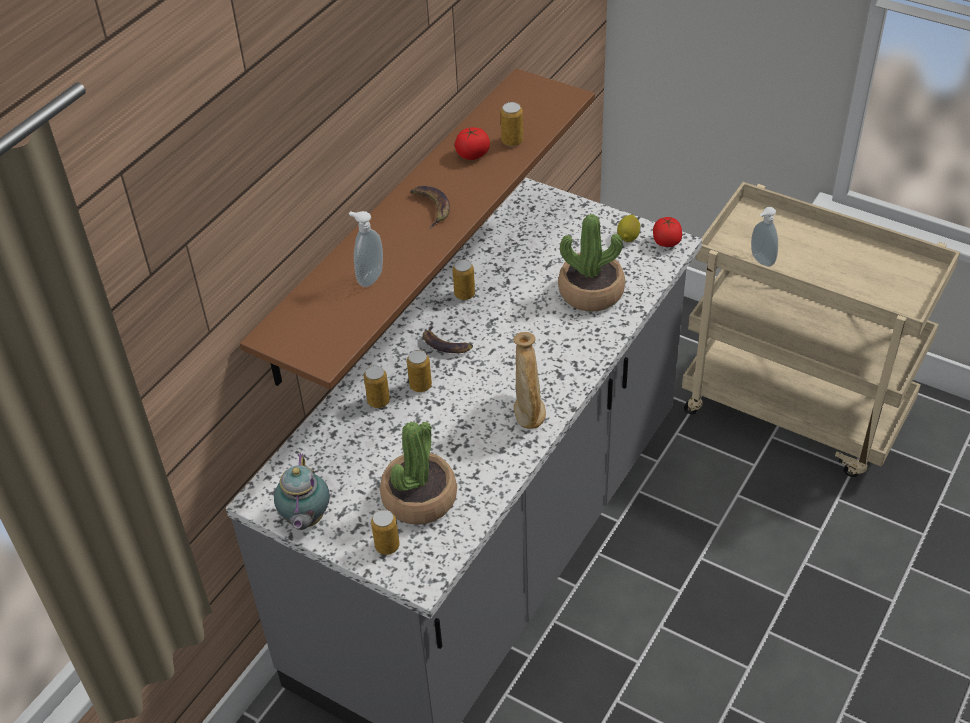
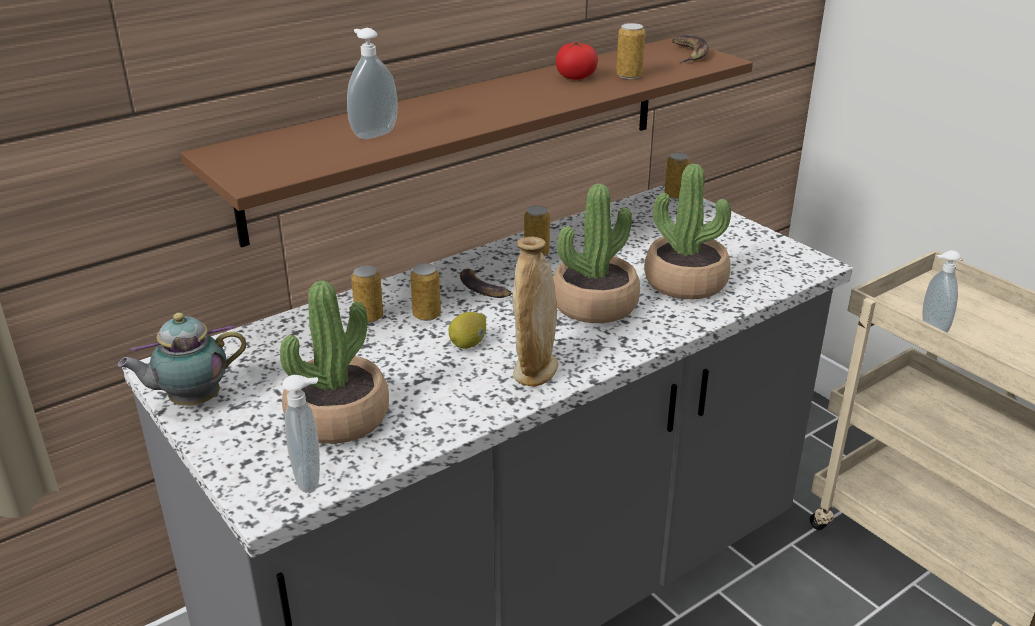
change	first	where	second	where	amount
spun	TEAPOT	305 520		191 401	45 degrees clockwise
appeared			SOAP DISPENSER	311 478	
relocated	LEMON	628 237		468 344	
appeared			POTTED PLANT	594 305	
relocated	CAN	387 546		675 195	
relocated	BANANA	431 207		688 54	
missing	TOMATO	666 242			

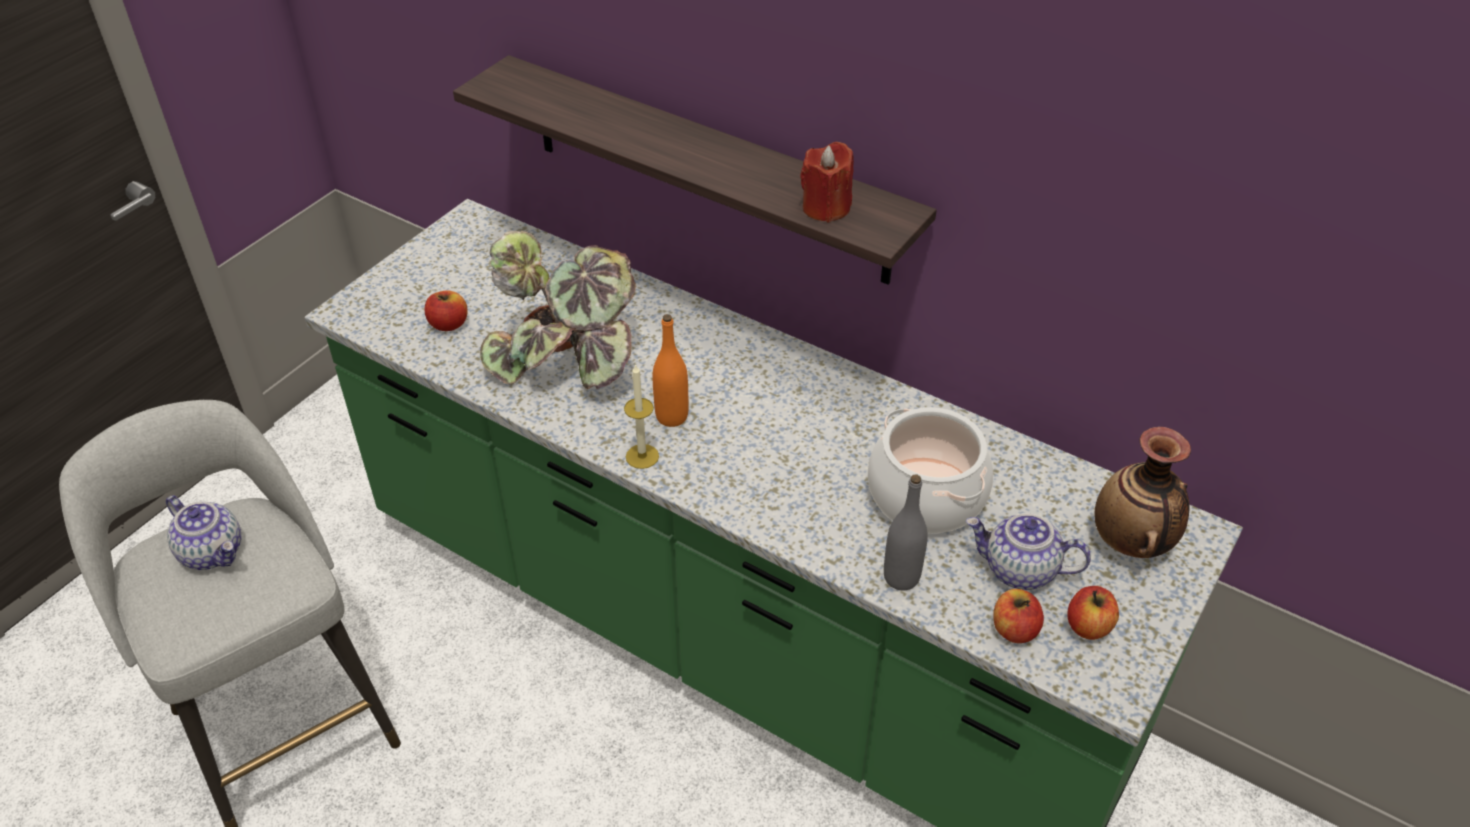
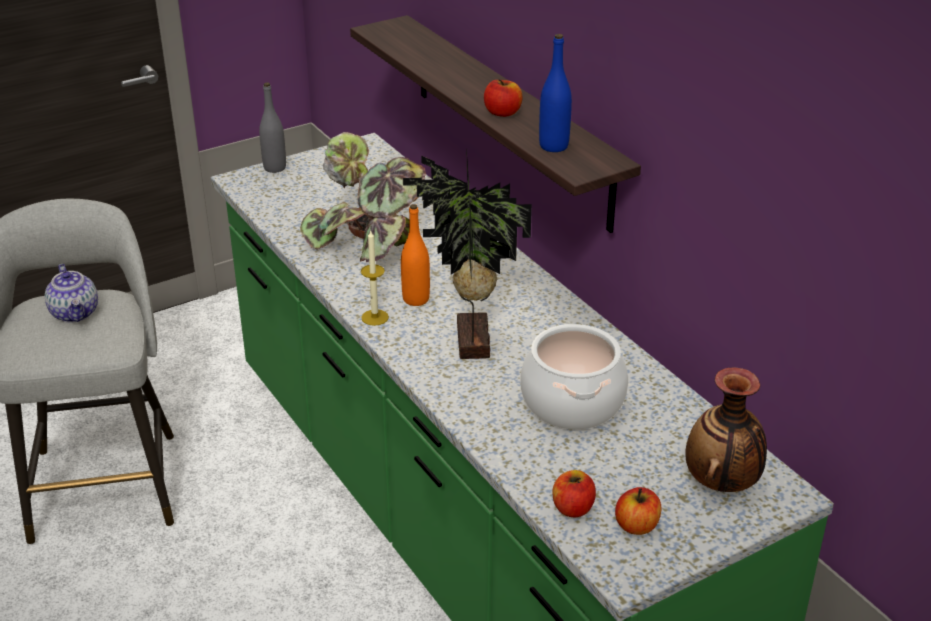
change	first	where	second	where	amount
relocated	GREY BOTTLE	901 577		275 168	
appeared			POTTED PLANT	469 342	
relocated	APPLE	448 324		502 113	
exchanged	RED CANDLE	826 208	BLUE BOTTLE	553 146	
missing	TEAPOT	1019 570			

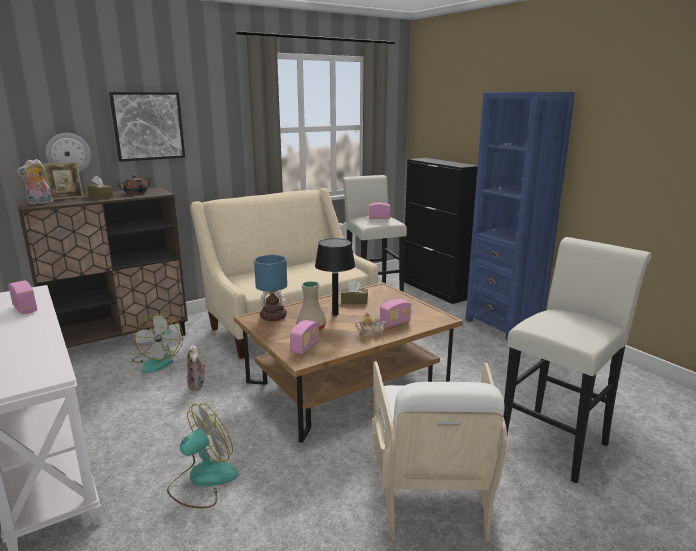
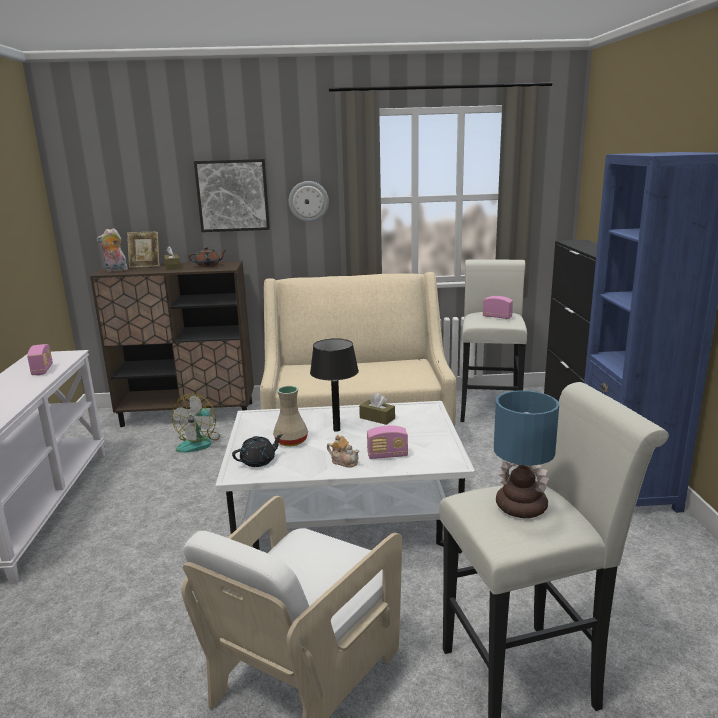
change	first	where	second	where	amount
colour	BROWN COFFEE TABLE	347 383	WHITE COFFEE TABLE	346 515	
exchanged	RADIO	305 347	BLACK TEAPOT	259 461	
relocated	WALL CLOCK	68 153		308 201	
relocated	TABLE LAMP	272 317		519 507	
missing	FAN	202 480			
missing	PLUSH TOY	198 385			

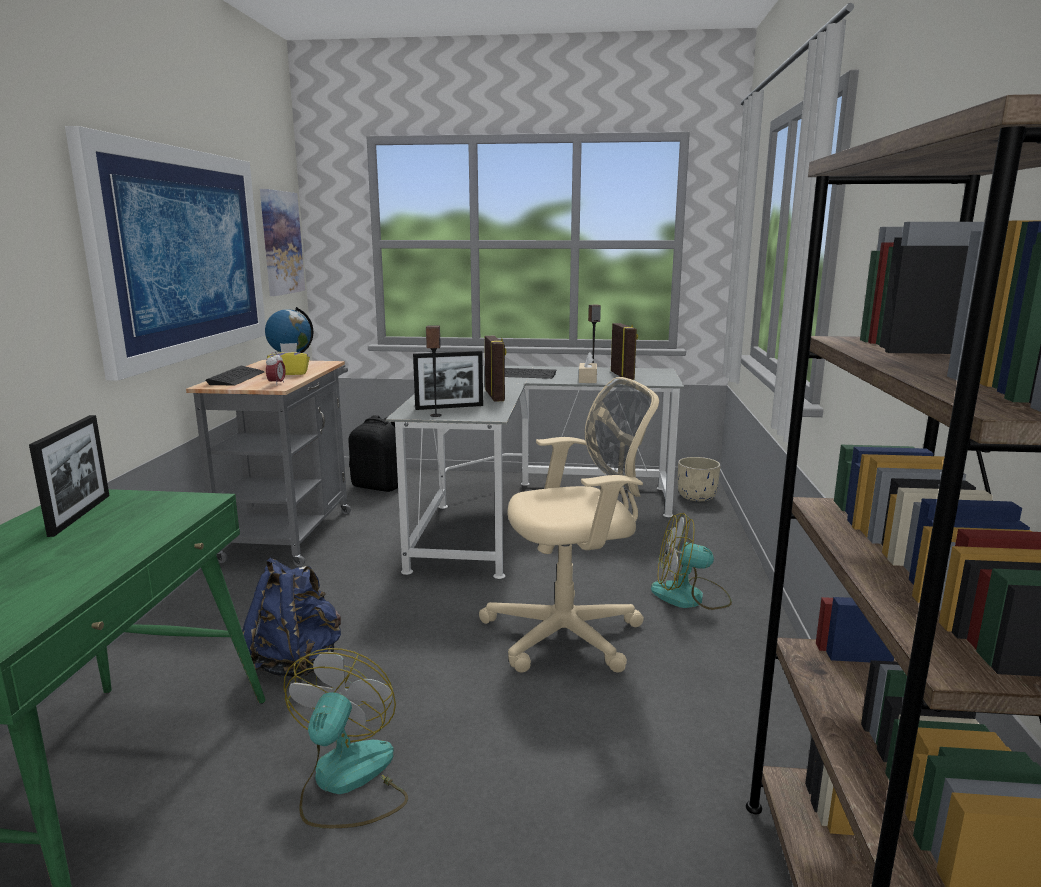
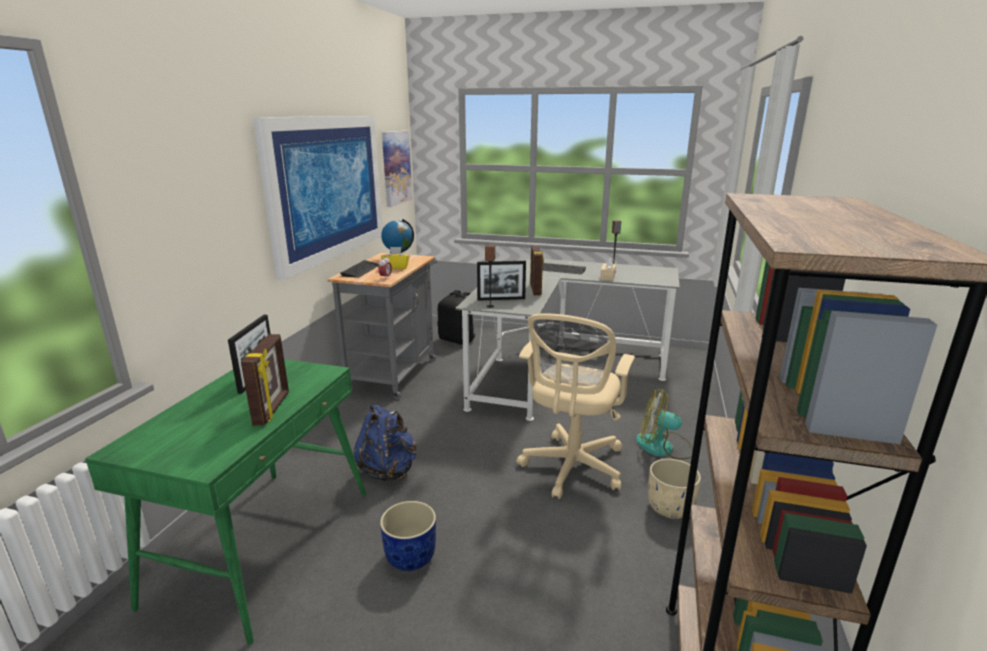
change	first	where	second	where	amount
relocated	PICTURE FRAME	623 376		273 409	
exchanged	FAN	347 781	BLUE PLANTER	410 556	
spun	BEIGE OFFICE CHAIR	571 634		571 468	120 degrees clockwise
relocated	BEIGE PLANTER	697 497		670 508	

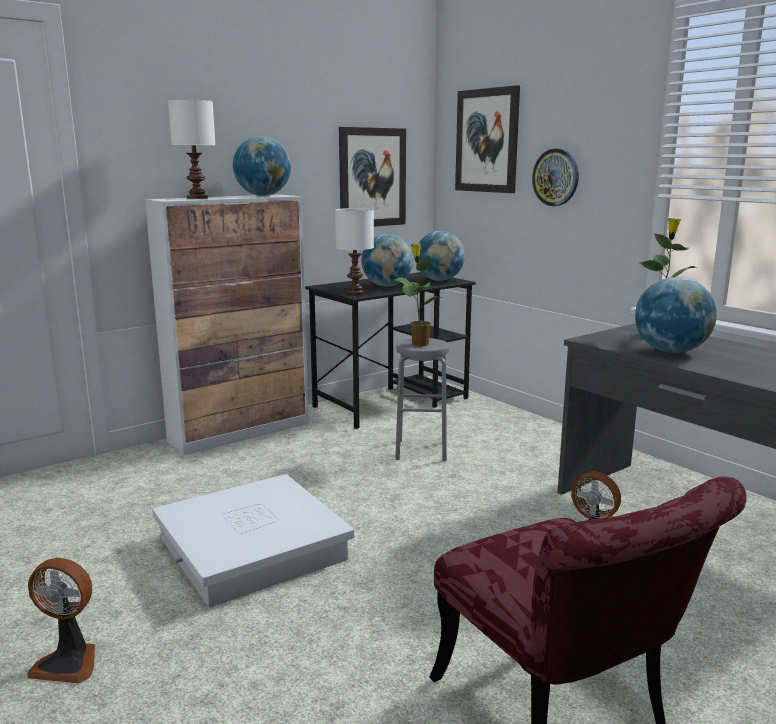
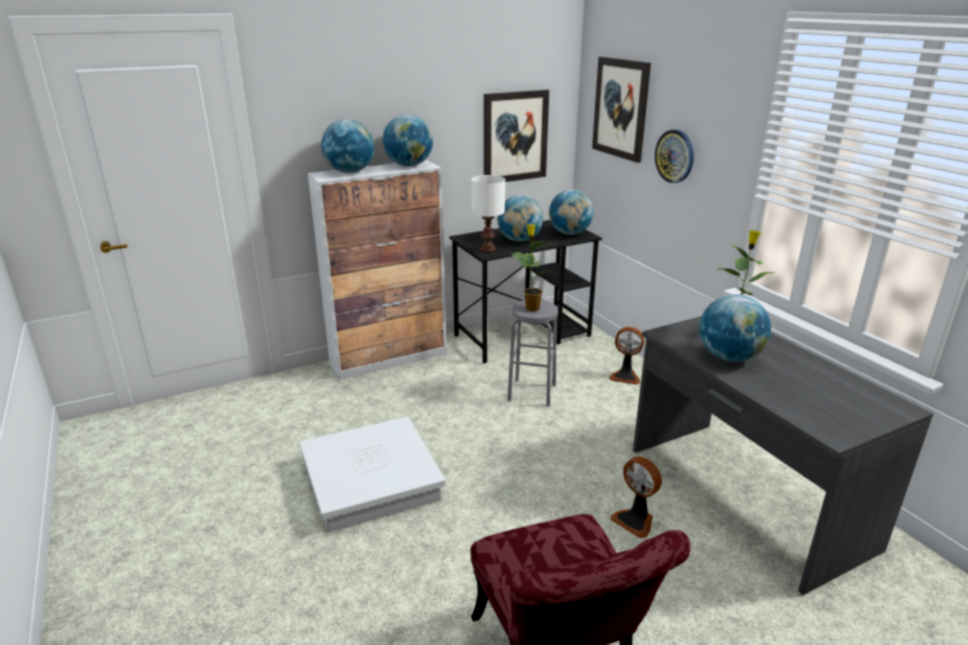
change	first	where	second	where	amount
exchanged	WHITE TABLE LAMP	196 198	GLOBE	350 172	
relocated	FAN	69 662		625 376	

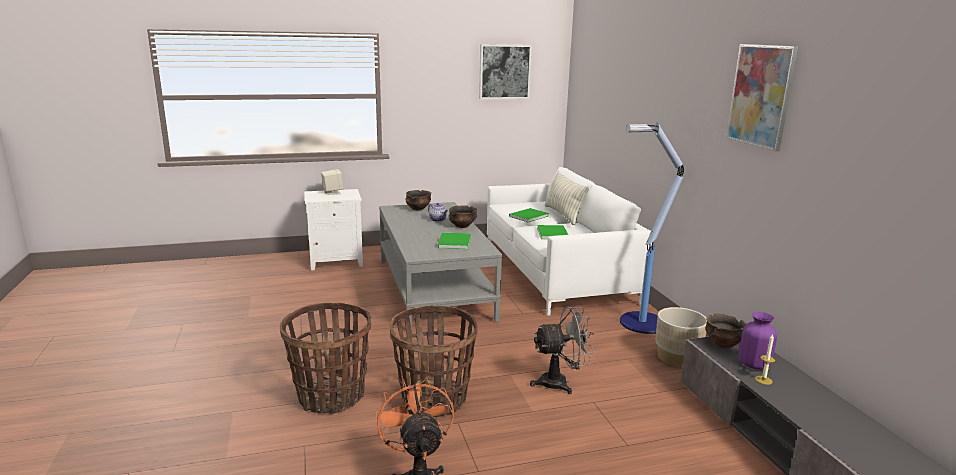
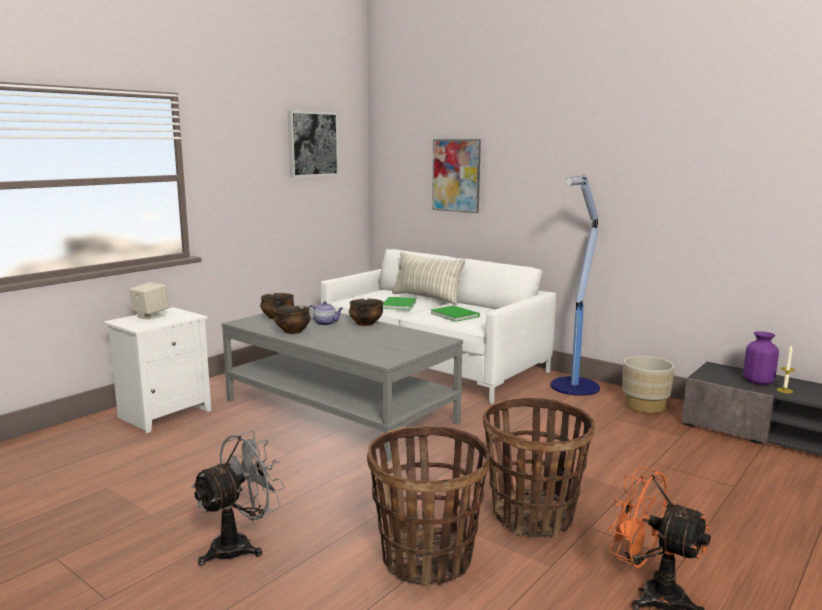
change	first	where	second	where	amount
relocated	GREY FAN	560 383		240 545	
relocated	BOWL	723 344		293 331	
relocated	PICTURE	761 96		456 175	
missing	GREEN BOOK	453 242			

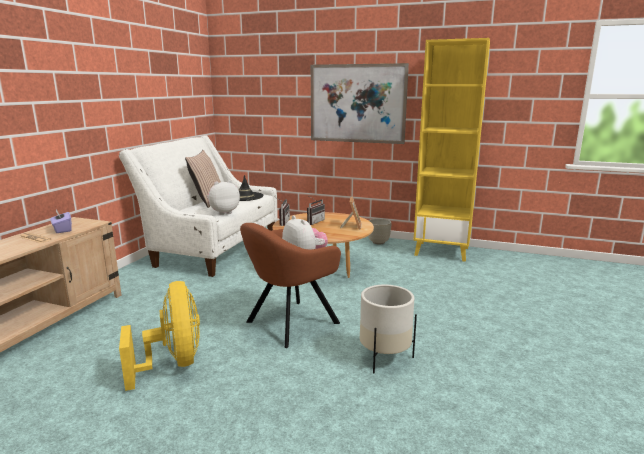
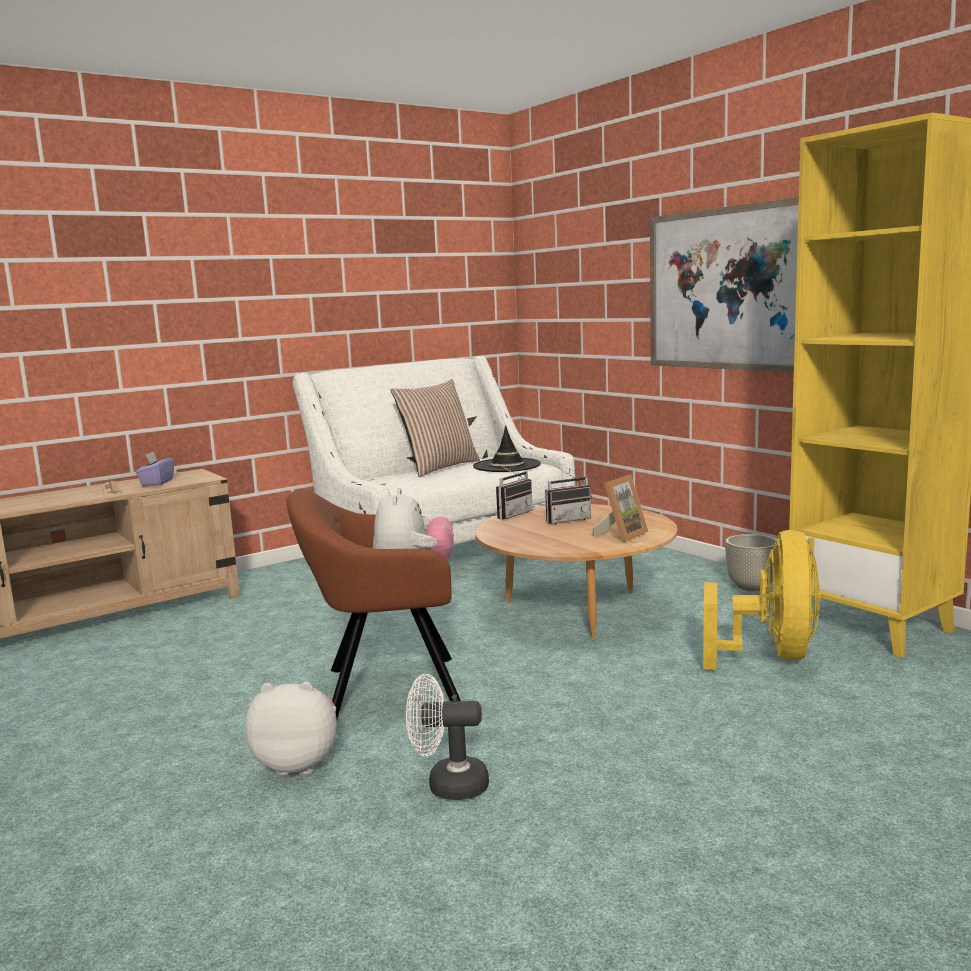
change	first	where	second	where	amount
relocated	PLUSH TOY	223 212		298 764	
exchanged	WHITE PLANTER	384 358	WHITE FAN	448 785	
relocated	YELLOW FAN	173 363		771 656	

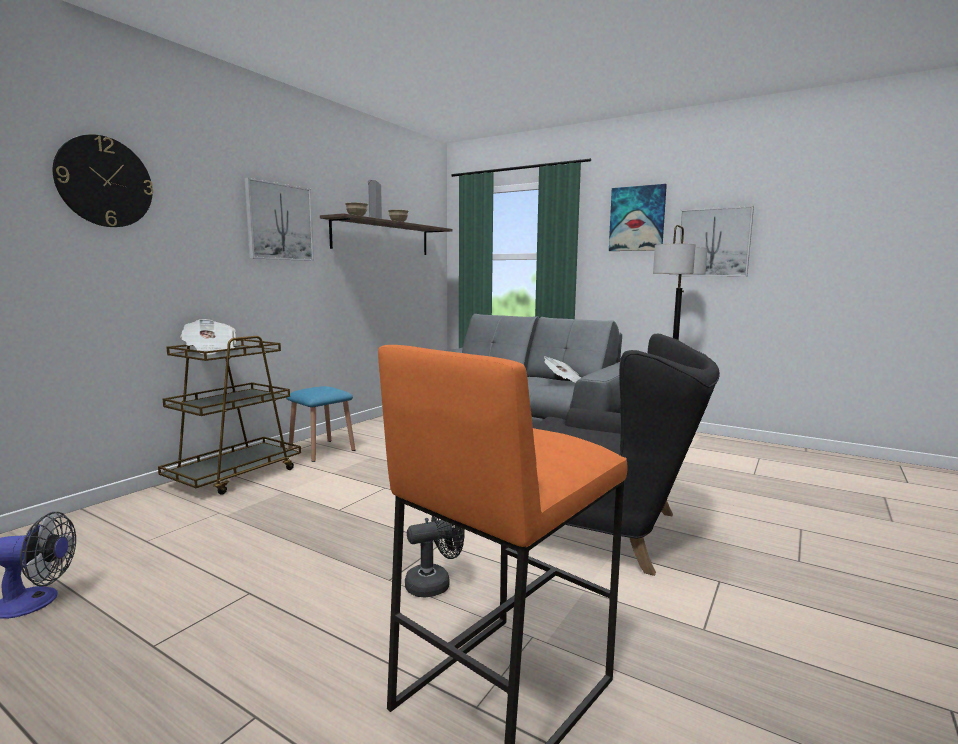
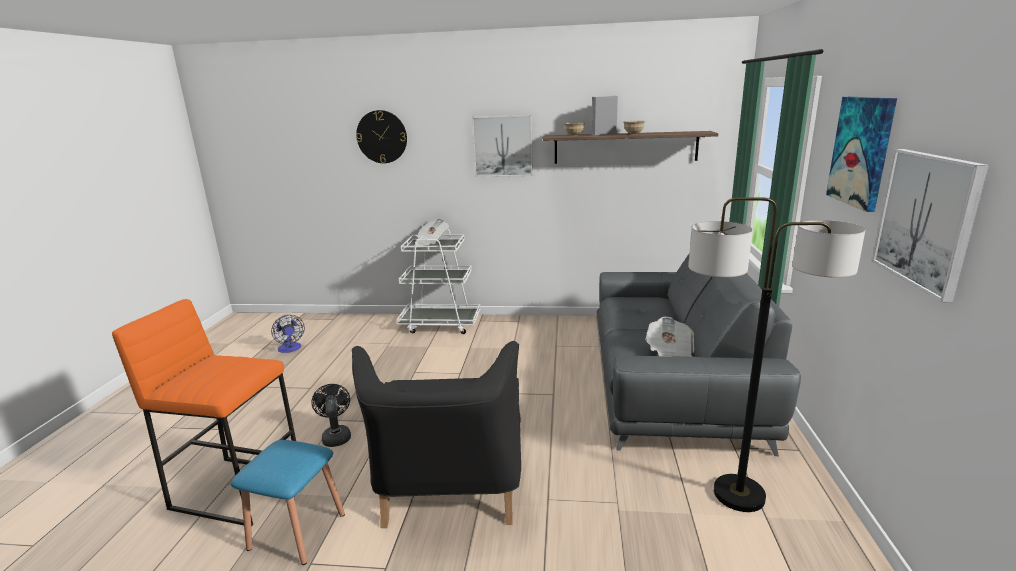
change	first	where	second	where	amount
relocated	BLUE STOOL	322 450		297 531	
spun	BLACK FAN	435 583		336 436	150 degrees counterclockwise
colour	BROWN CART	235 475	WHITE CART	440 324	

